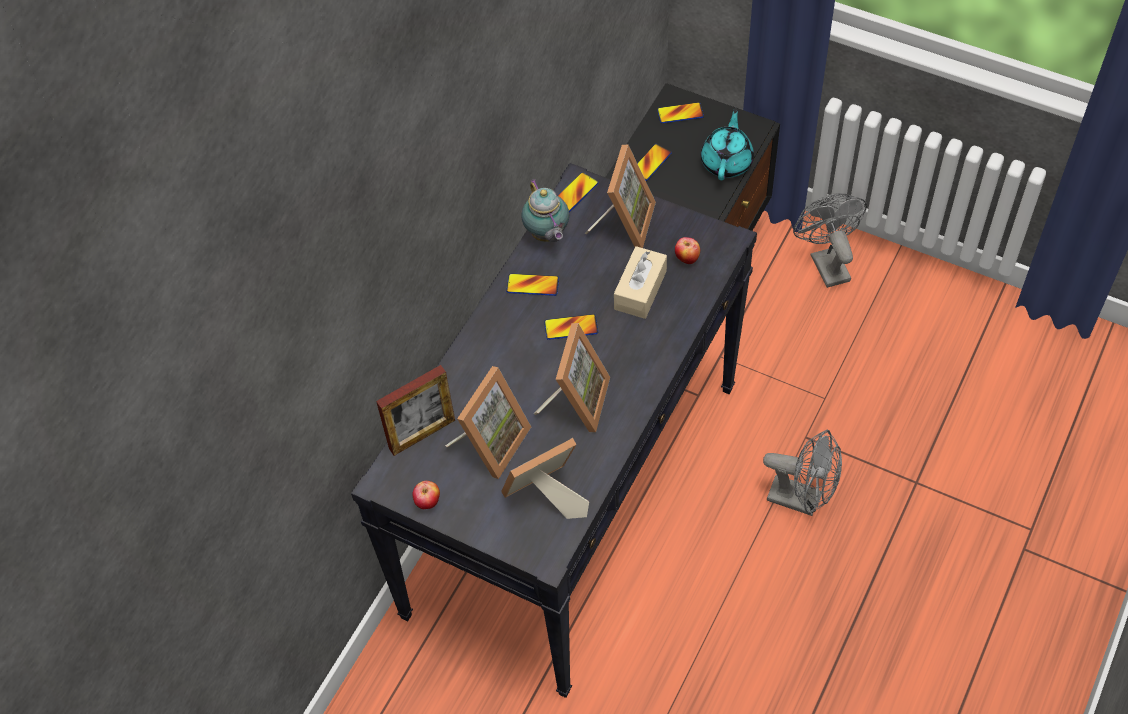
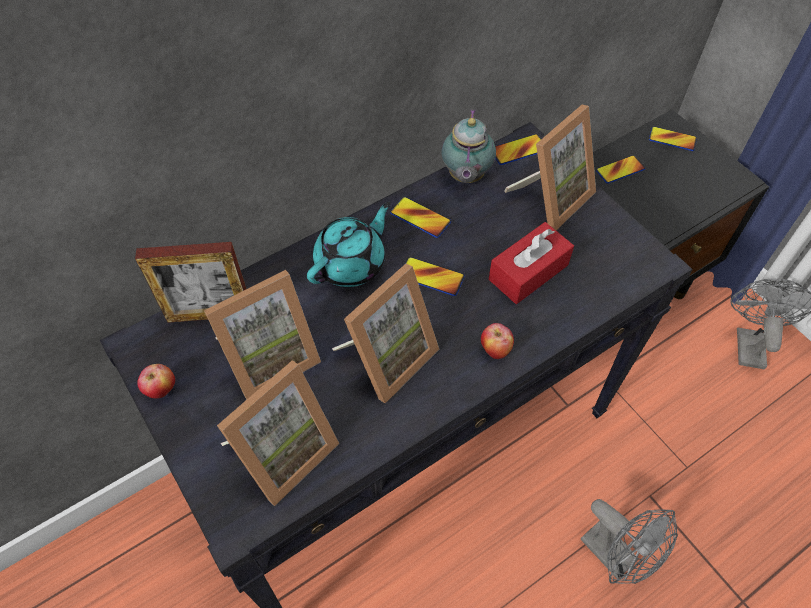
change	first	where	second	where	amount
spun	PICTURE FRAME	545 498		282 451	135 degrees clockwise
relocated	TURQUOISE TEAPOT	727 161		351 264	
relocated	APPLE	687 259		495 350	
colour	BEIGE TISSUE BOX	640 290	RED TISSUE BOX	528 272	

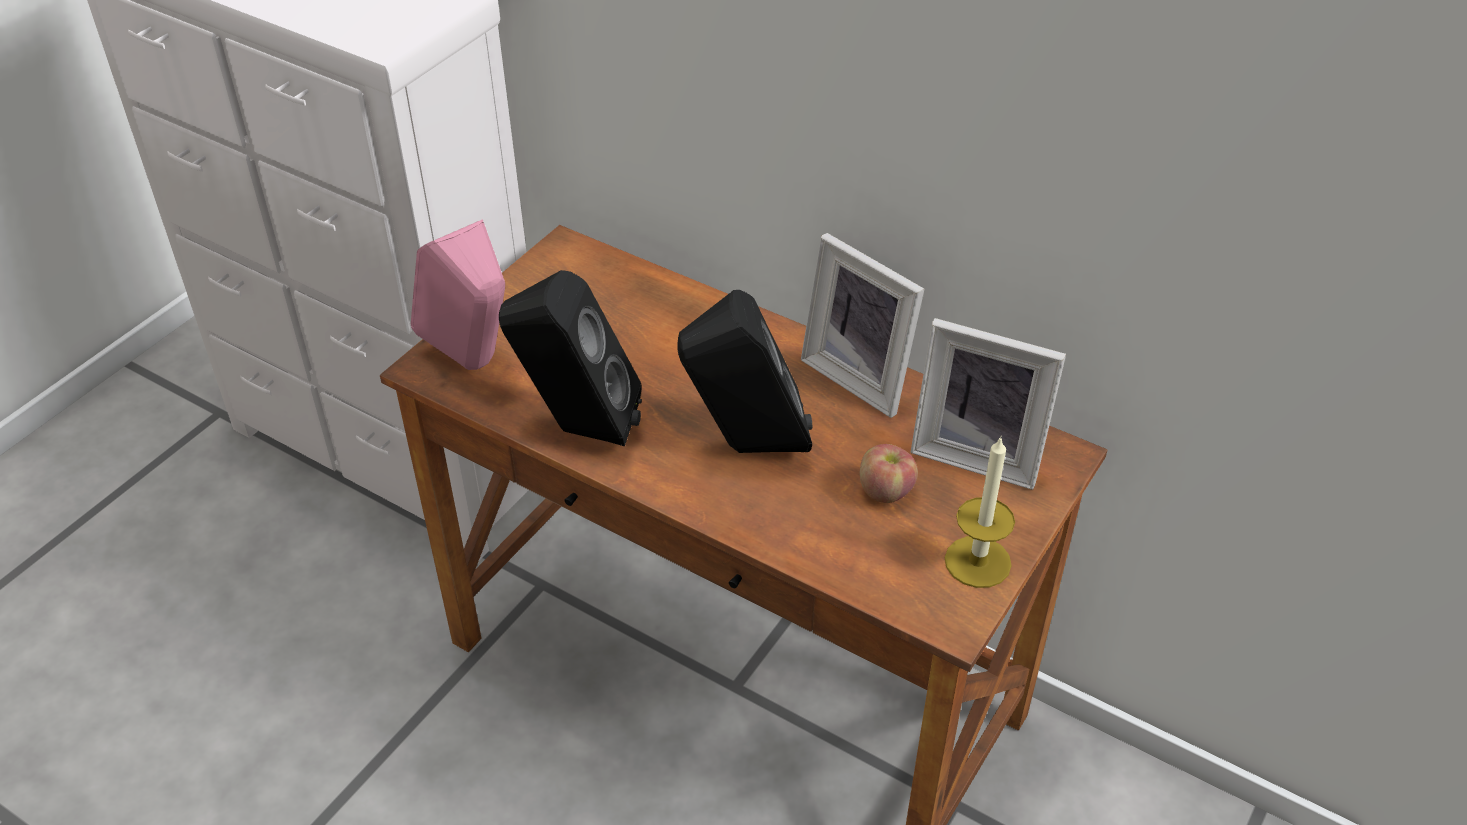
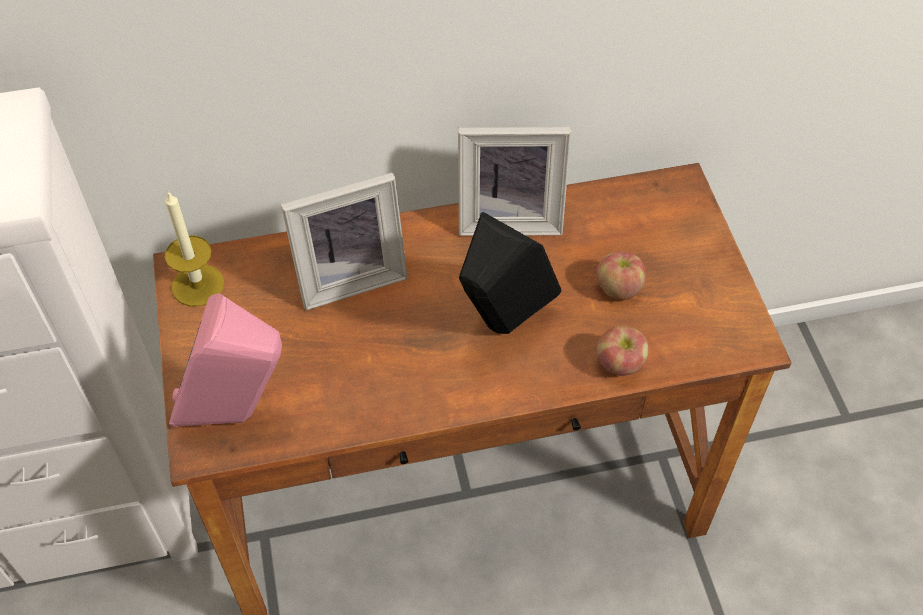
change	first	where	second	where	amount
relocated	CANDLE	977 562		198 285	
relocated	PICTURE FRAME	978 453		349 277	
appeared			APPLE	619 363	
missing	BLACK SPEAKER	577 429			

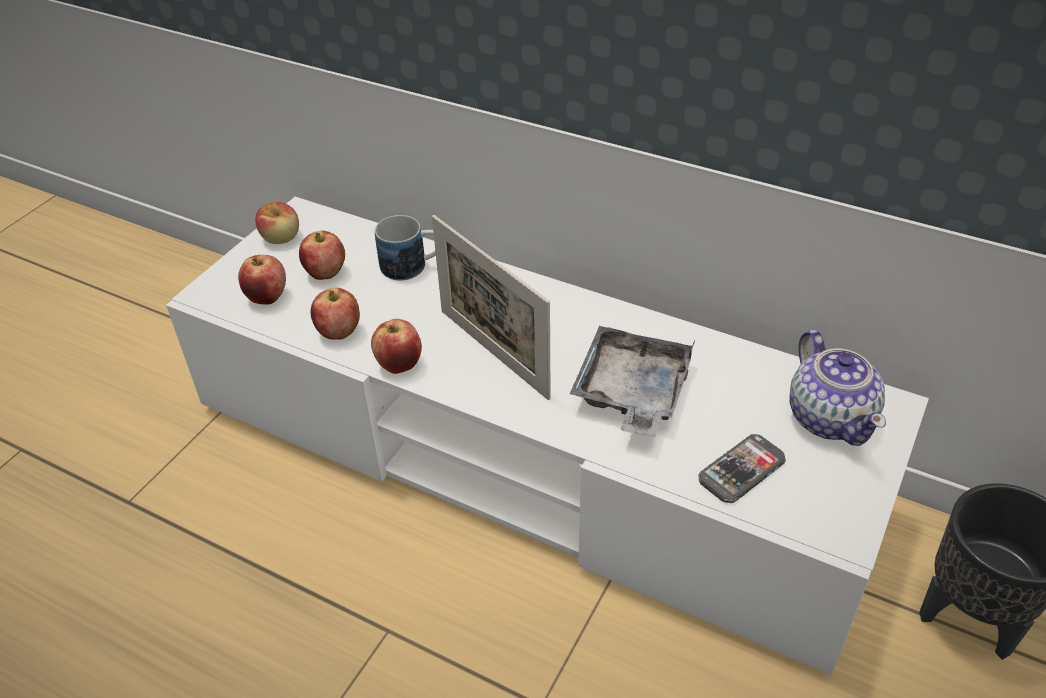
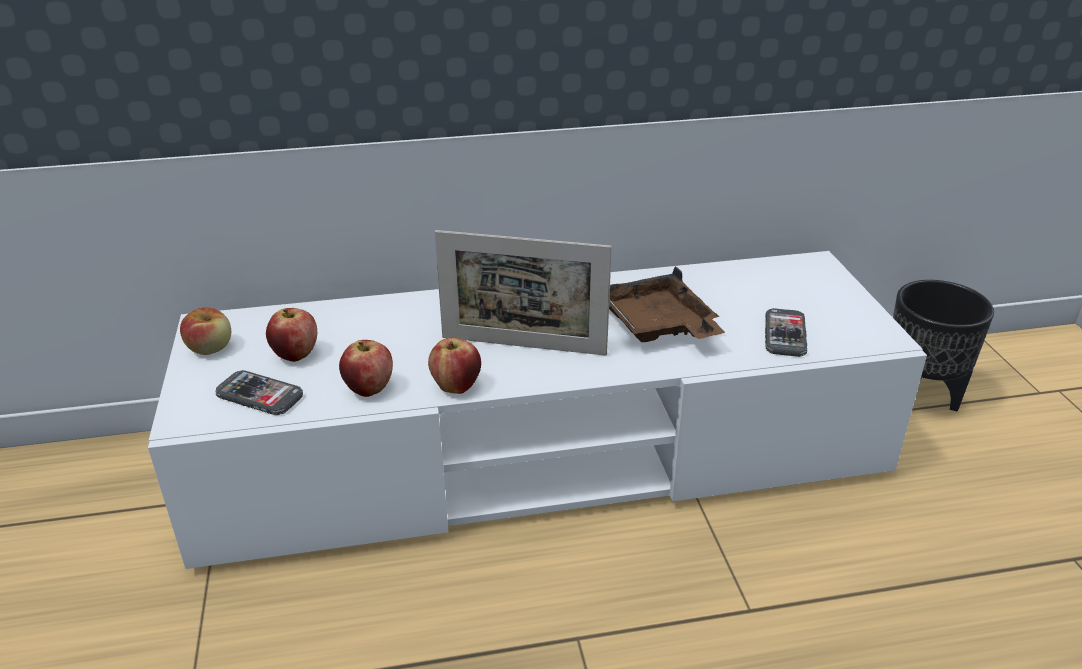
change	first	where	second	where	amount
exchanged	APPLE	267 298	PHONE	259 395	
colour	GREY TRAY	631 393	BROWN TRAY	657 325	
missing	MUG	413 266			
missing	TEAPOT	830 417			

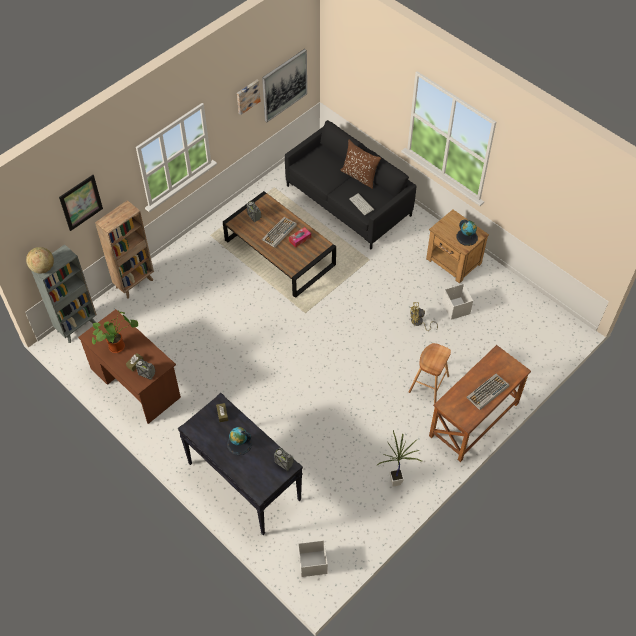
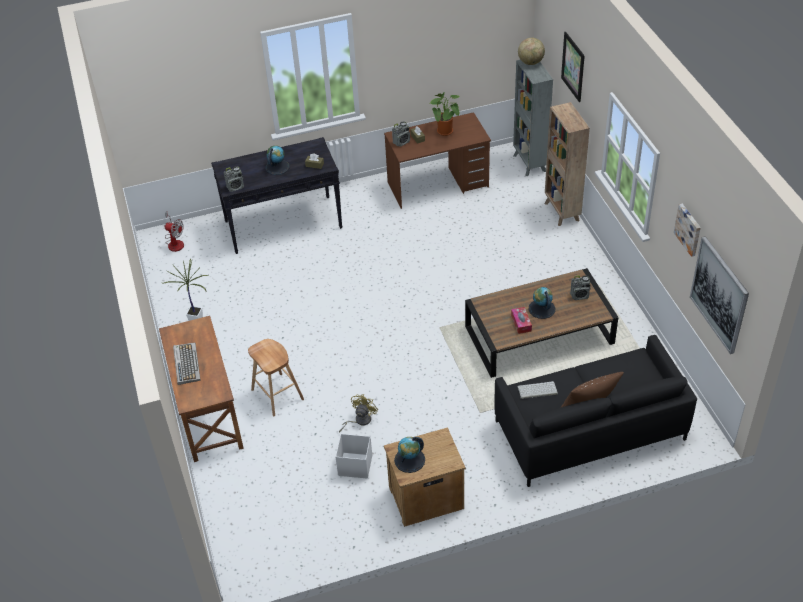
change	first	where	second	where	amount
exchanged	WHITE STORAGE BOX	312 563	FAN	175 242	
exchanged	KEYBOARD	279 233	GLOBE	541 309	

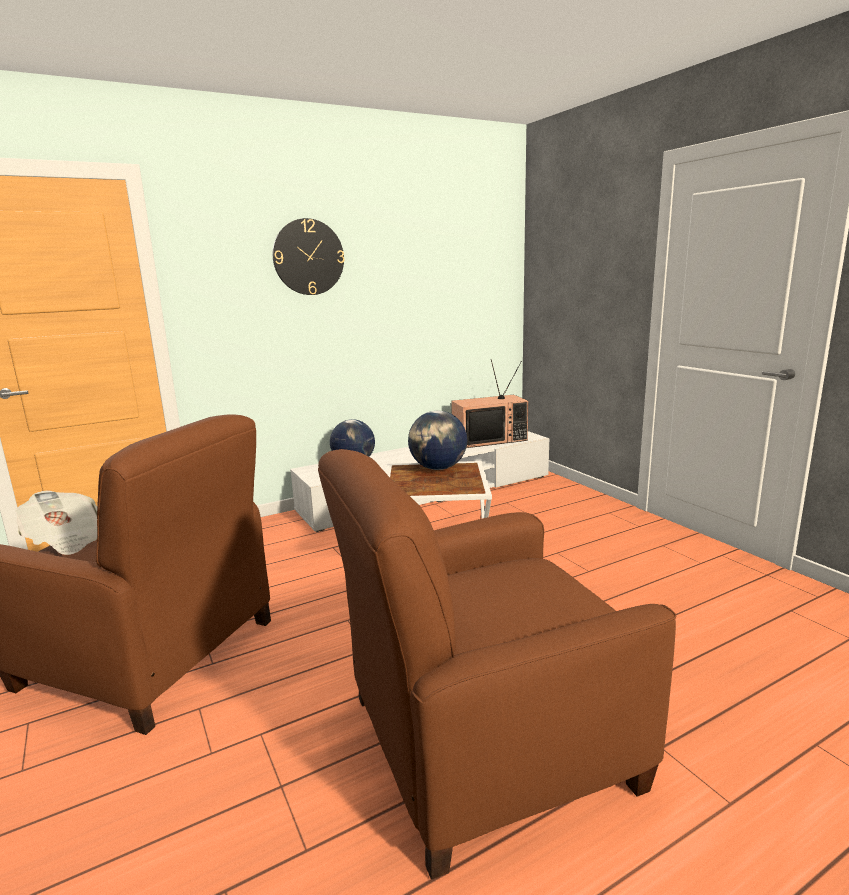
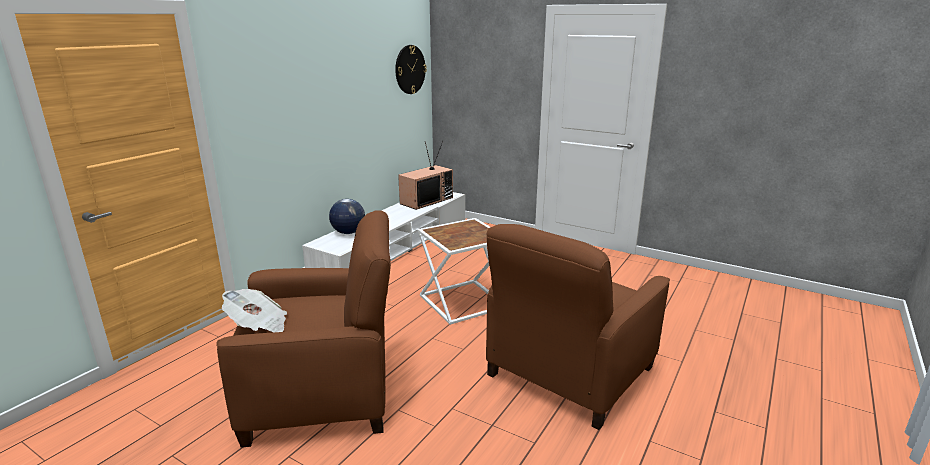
change	first	where	second	where	amount
relocated	WALL CLOCK	308 257		410 69	
missing	GLOBE	438 468			

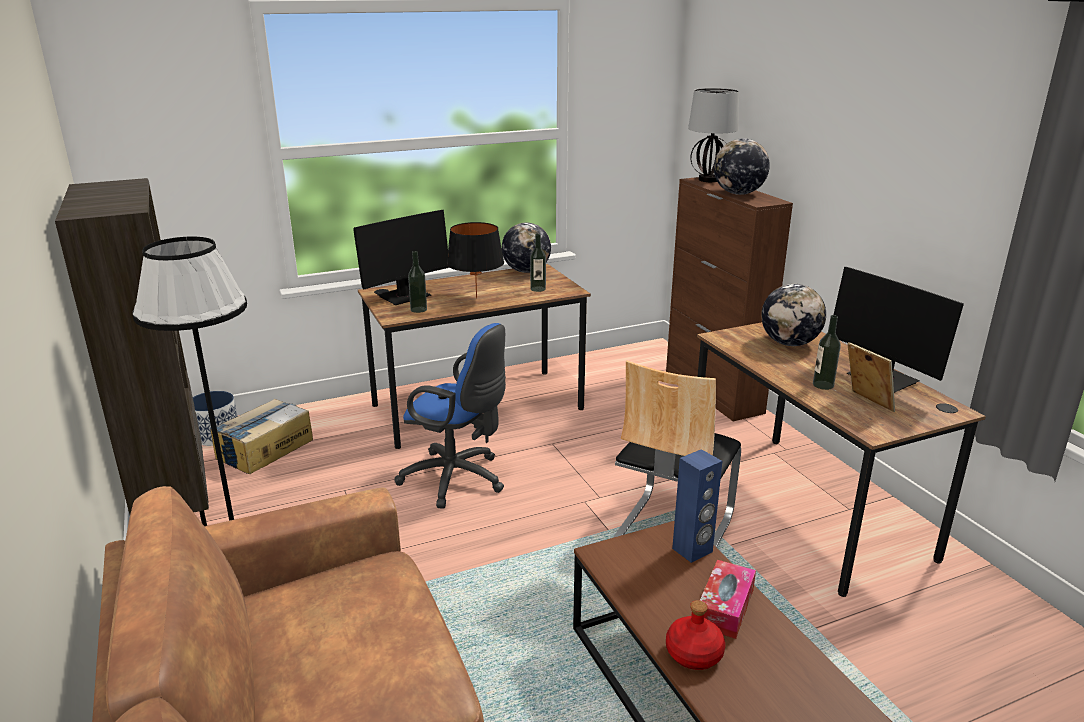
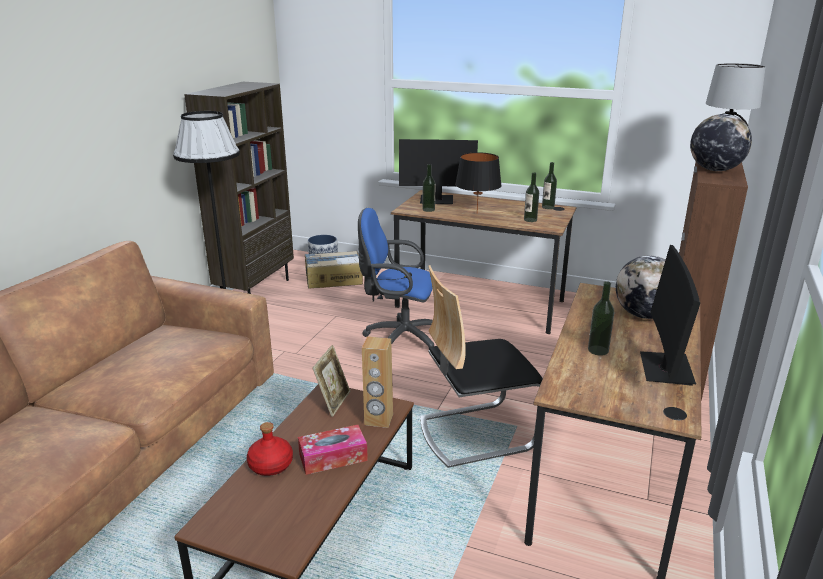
change	first	where	second	where	amount
relocated	PICTURE FRAME	866 403		333 402	
spun	BLUE OFFICE CHAIR	458 480		399 338	120 degrees clockwise
colour	BLUE SPEAKER	692 550	BROWN SPEAKER	378 420	
exchanged	GLOBE	526 271	BOTTLE	548 207	

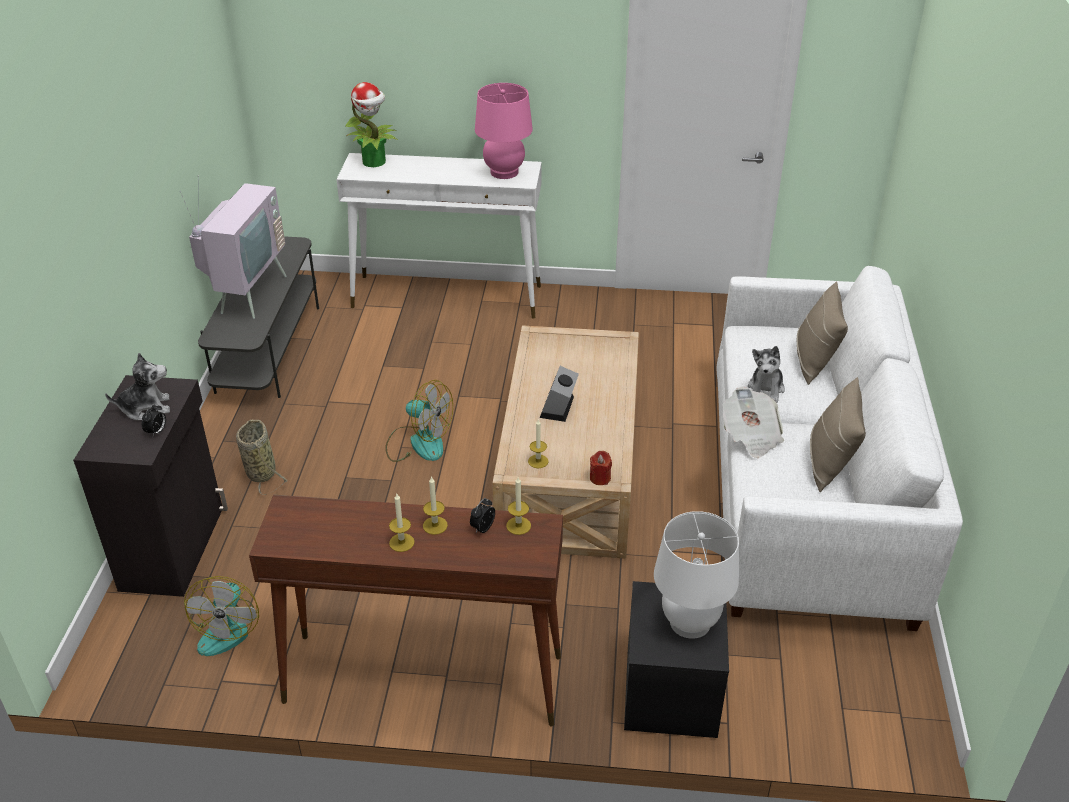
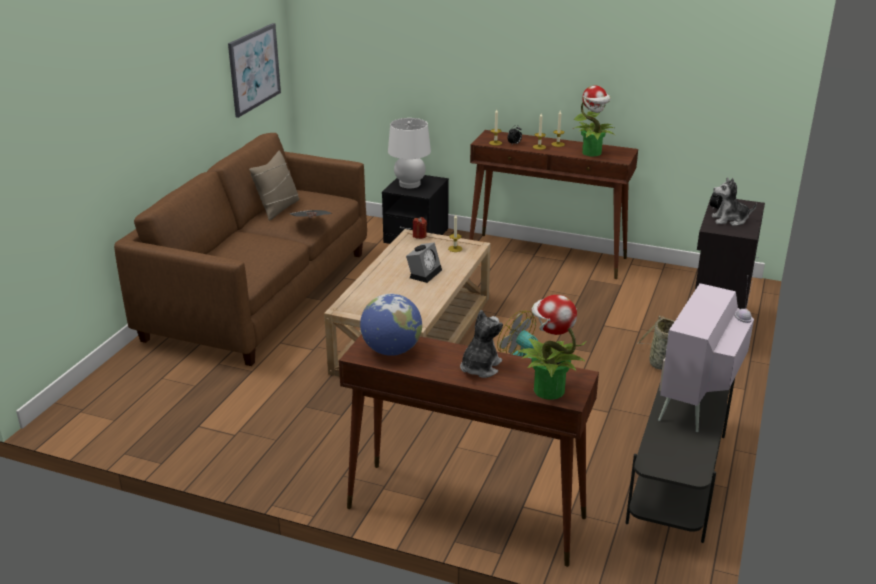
change	first	where	second	where	amount
colour	WHITE SOFA	808 497	BROWN SOFA	259 294	
appeared			PICTURE	254 69	
colour	WHITE CONSOLE TABLE	448 296	BROWN CONSOLE TABLE	464 512	
exchanged	PINK TABLE LAMP	504 172	GLOBE	391 351	
relocated	PLUSH TOY	766 389		480 367	
appeared			POTTED PLANT	592 153	
missing	FAN	227 628			
missing	BEIGE PILLOW	814 361			

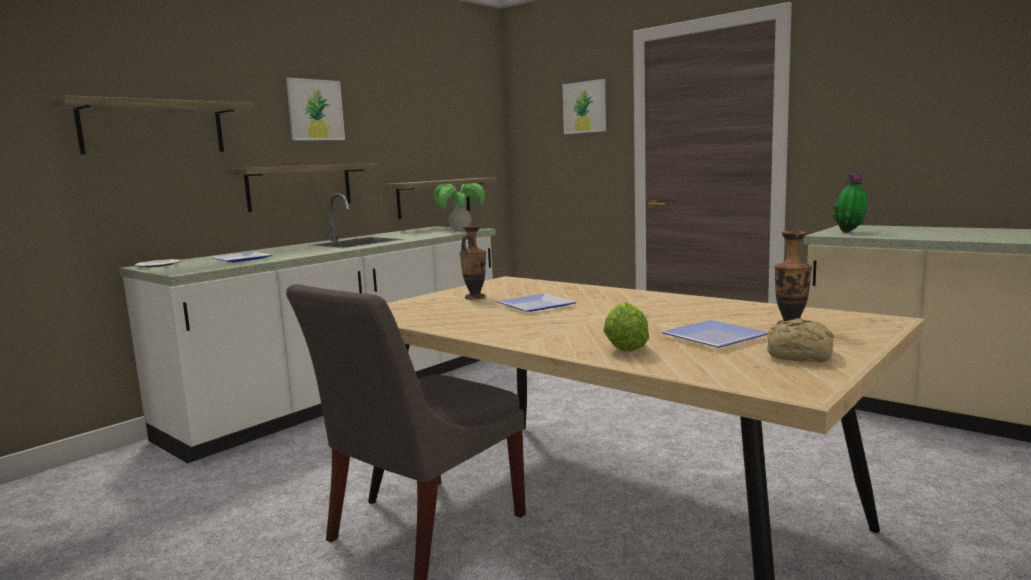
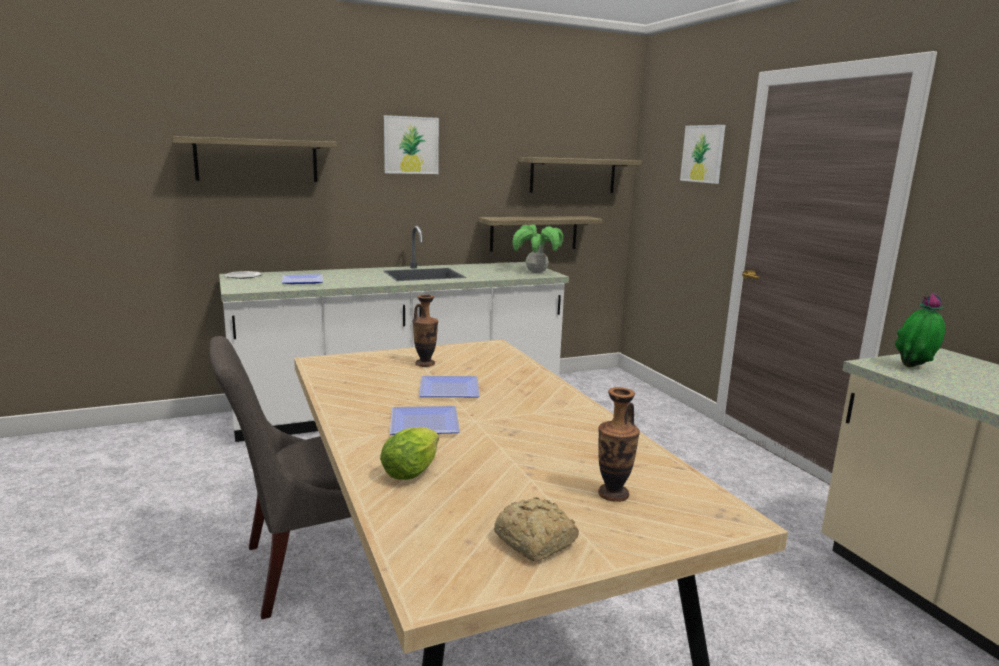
change	first	where	second	where	amount
relocated	PLATE	714 339		422 425	
relocated	SHELF	300 186		573 175	

